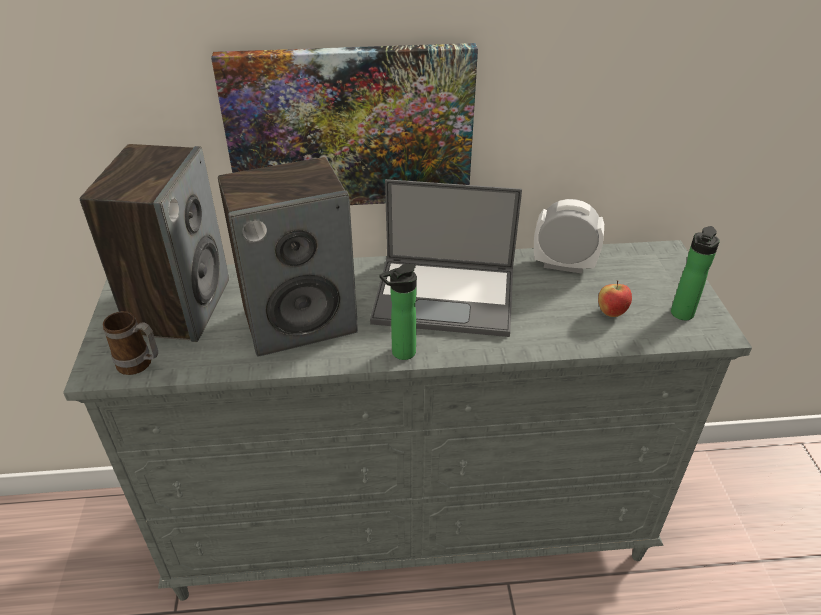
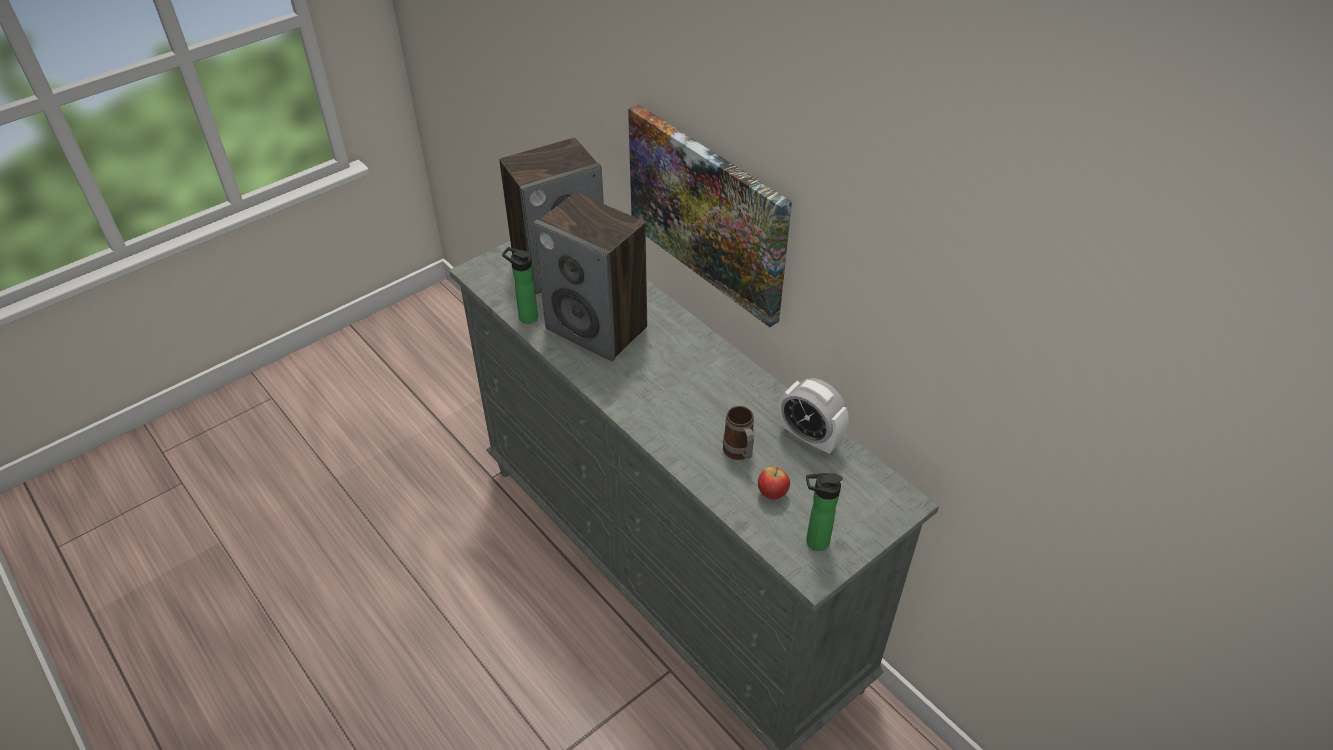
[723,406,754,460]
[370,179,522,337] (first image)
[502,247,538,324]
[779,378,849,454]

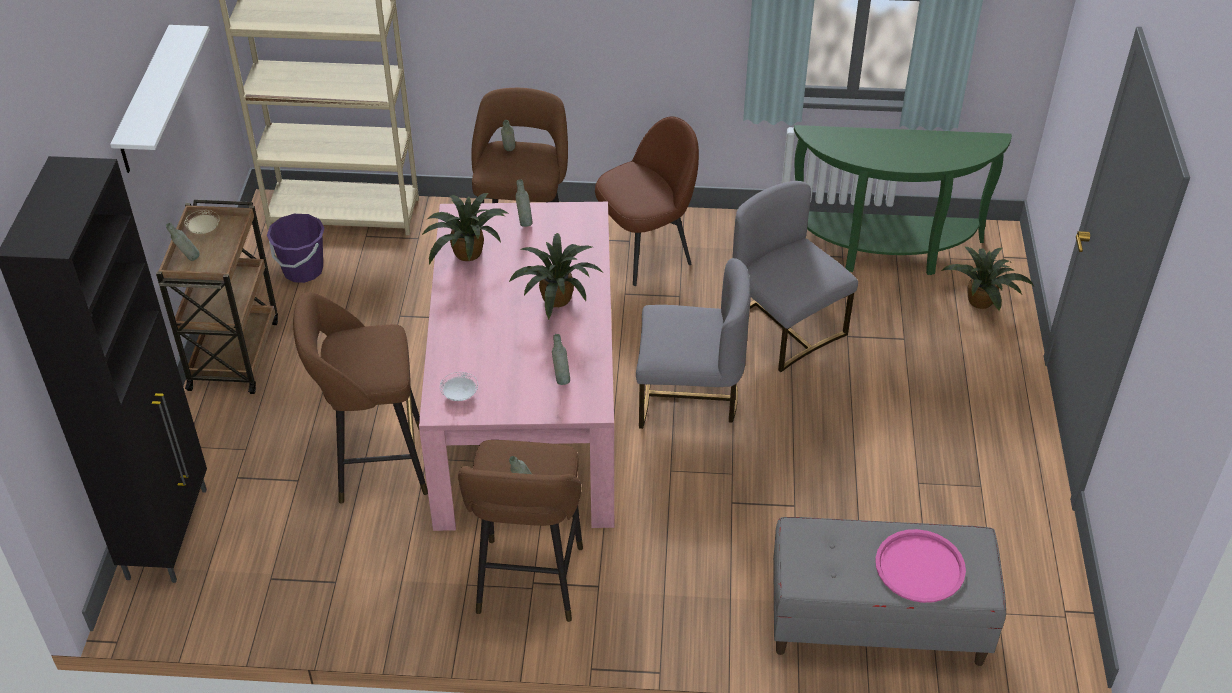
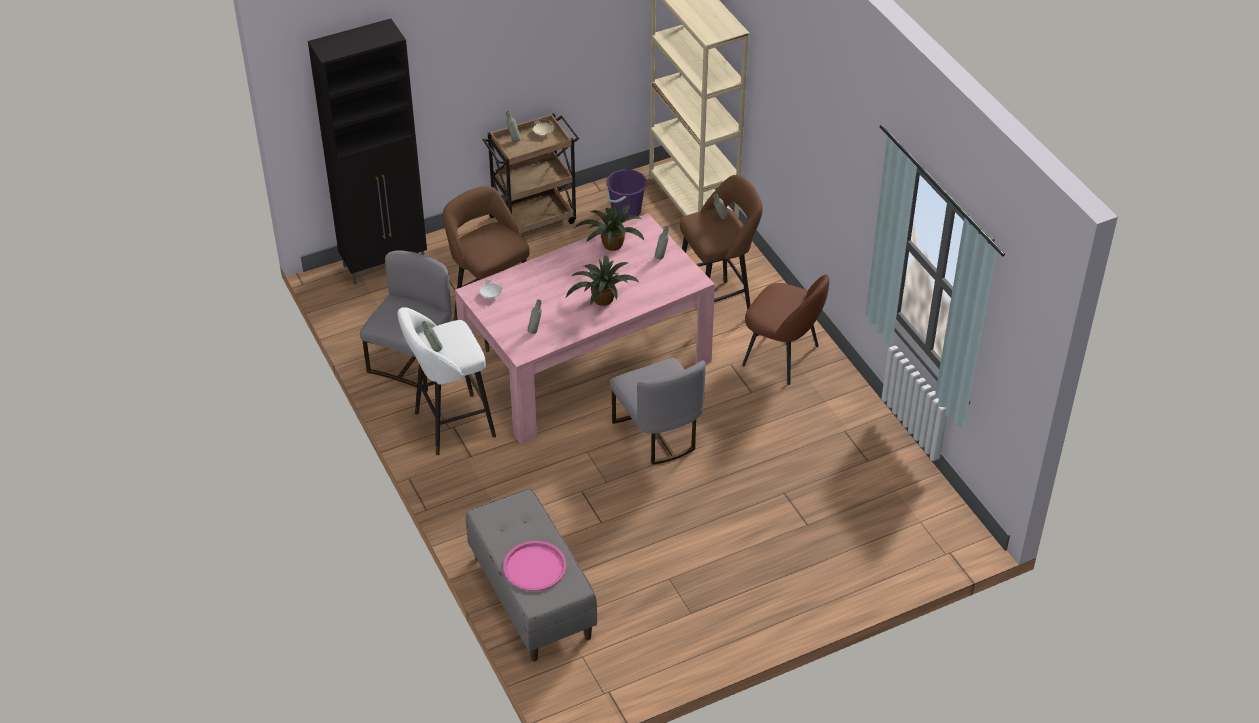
[110,25,210,173] (first image)
[397,307,496,455]
[360,250,452,392]
[794,125,1012,275] (first image)
[941,246,1034,311] (first image)

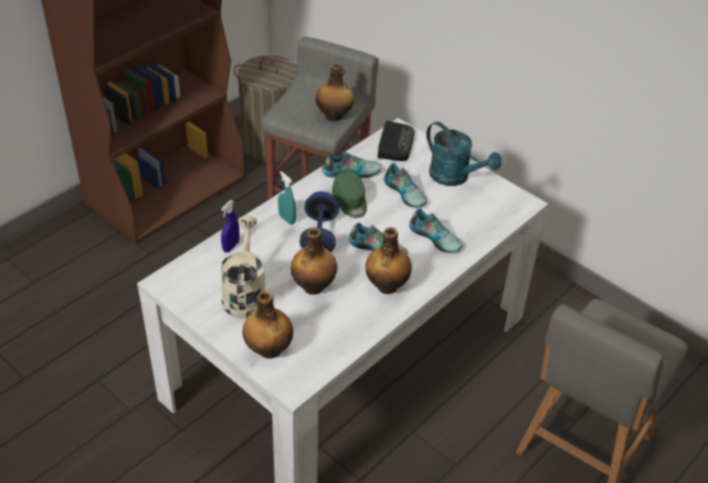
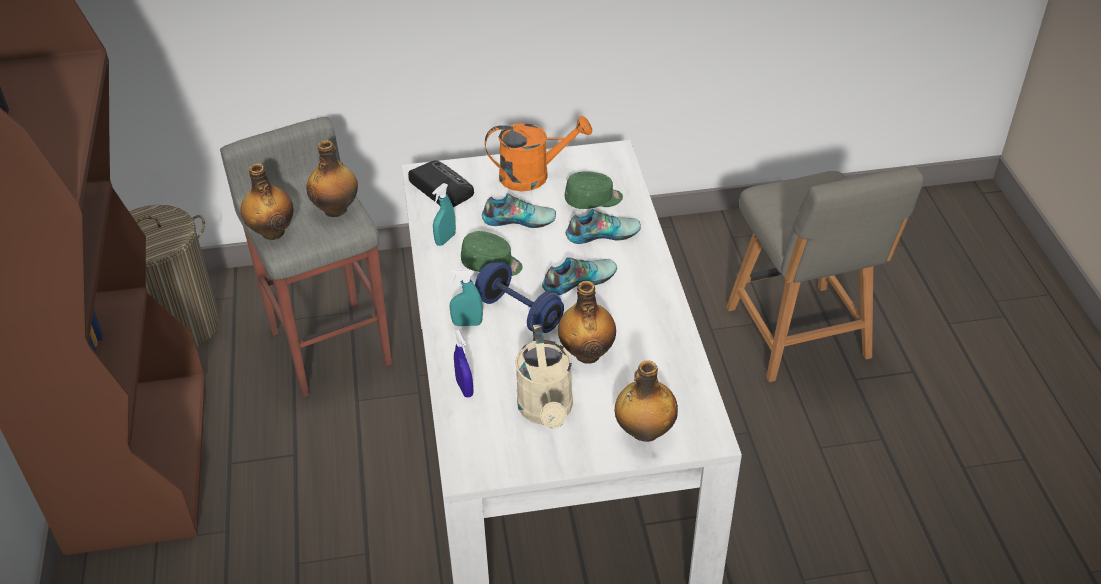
[515,324,573,429]
[432,183,456,246]
[240,163,293,240]
[485,116,592,192]
[565,171,623,209]

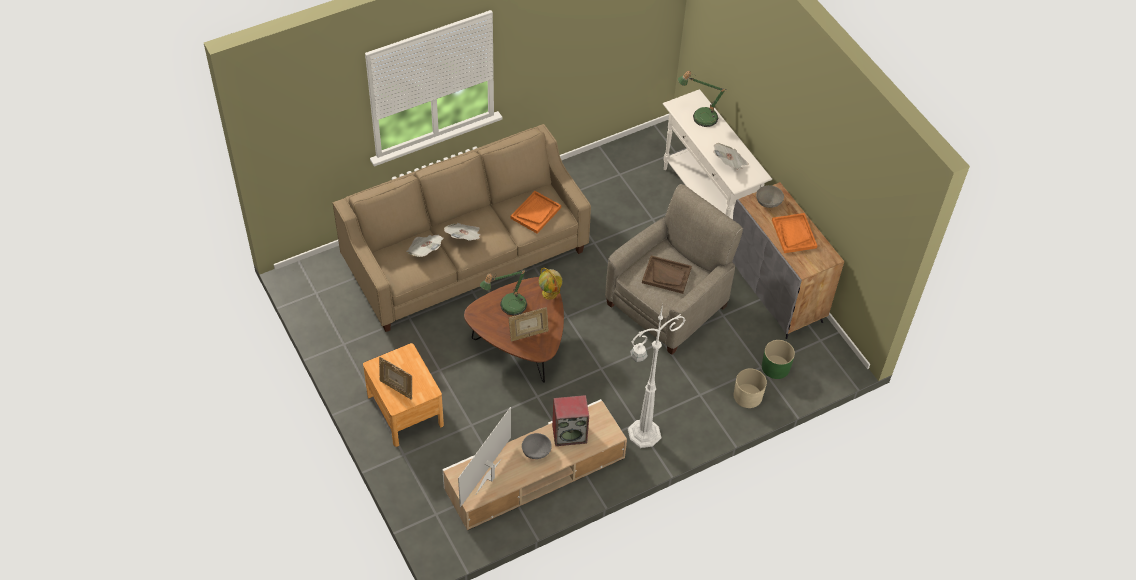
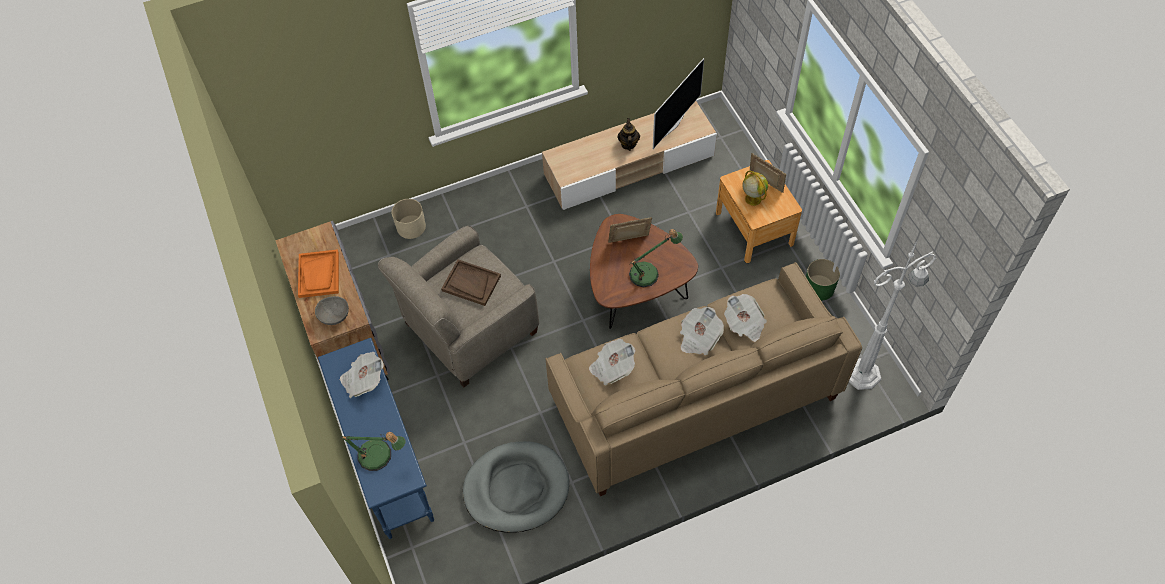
[589,339,636,386]
[617,118,640,151]
[742,171,768,206]
[552,395,589,446] (first image)
[849,239,936,390]
[318,338,434,539]
[806,259,840,301]
[463,441,569,533]

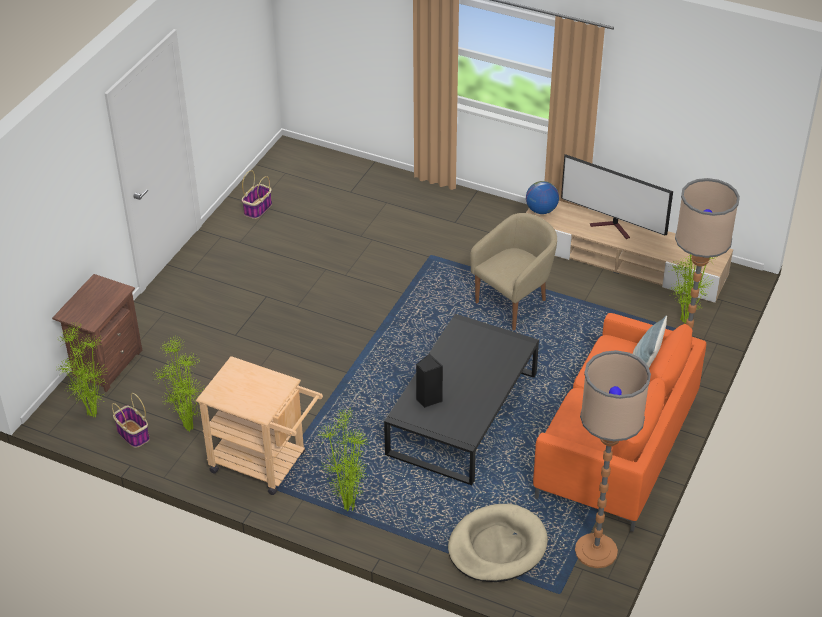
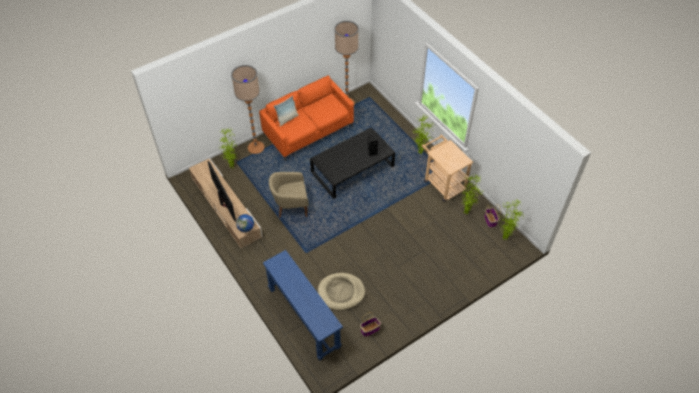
[52,274,142,392] (first image)
[318,273,365,310]
[263,250,343,361]

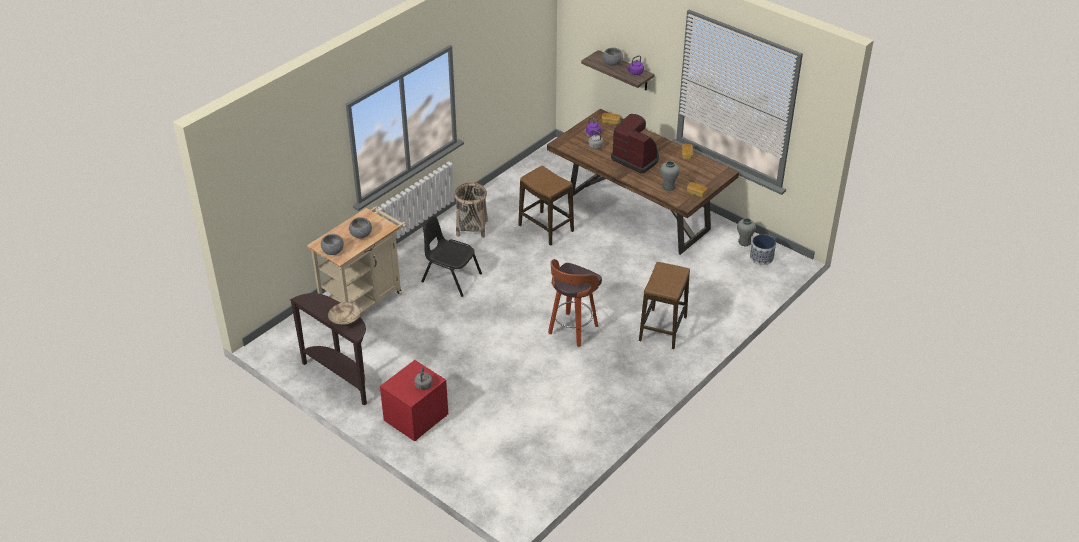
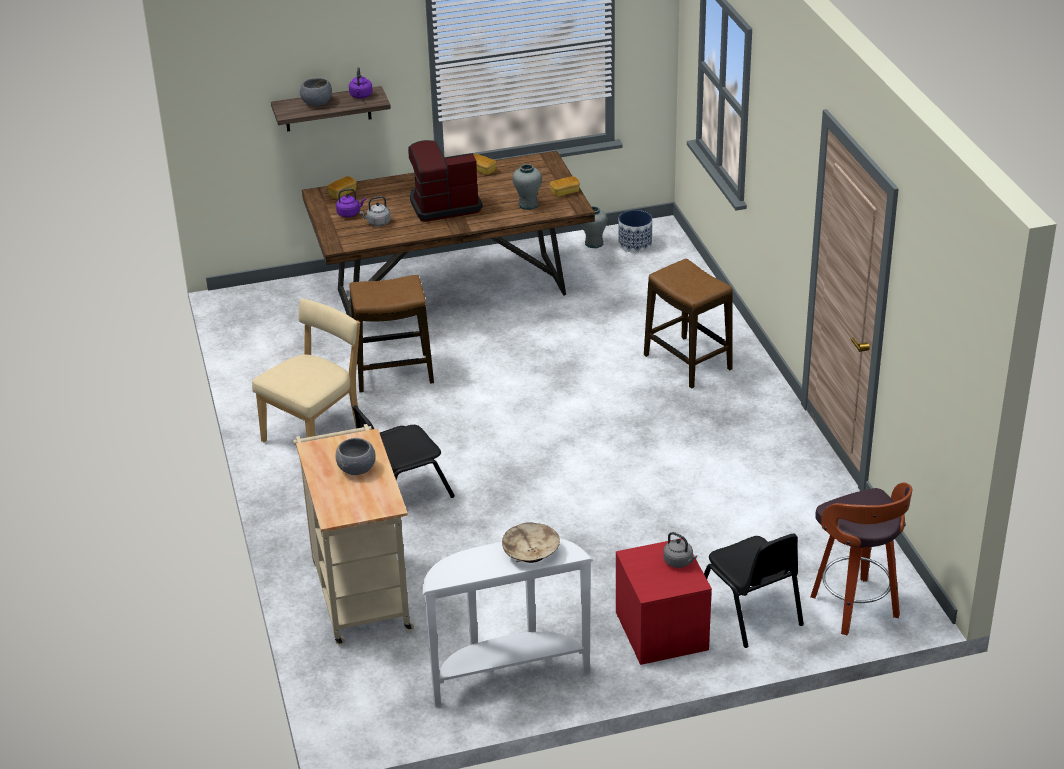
[423,539,594,707]
[321,234,344,255] (first image)
[252,298,360,442]
[810,483,912,635]
[704,534,804,648]

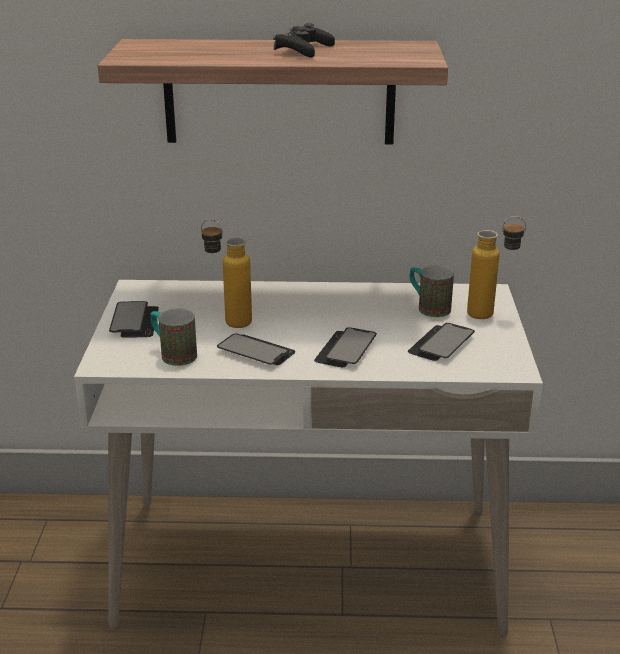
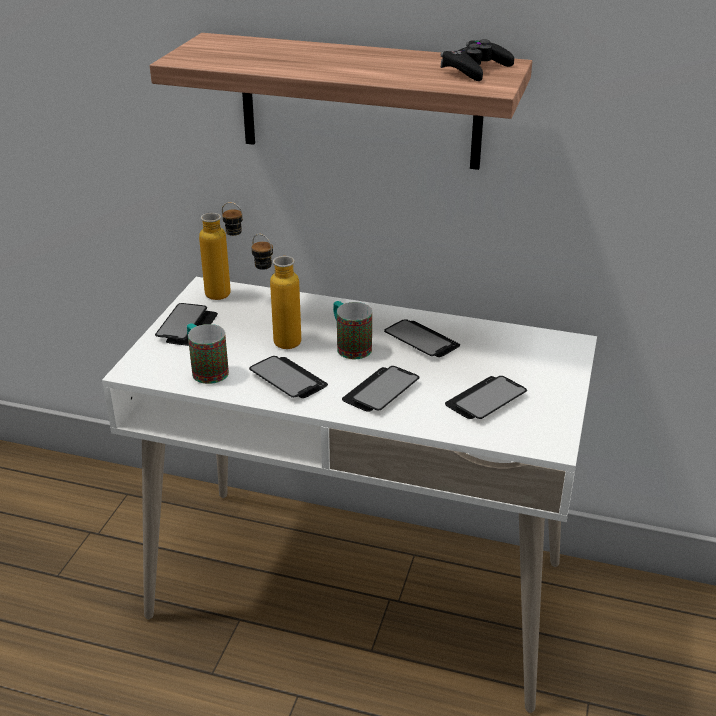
[441,39,514,81]
[333,301,372,359]
[199,202,243,300]
[384,319,460,357]

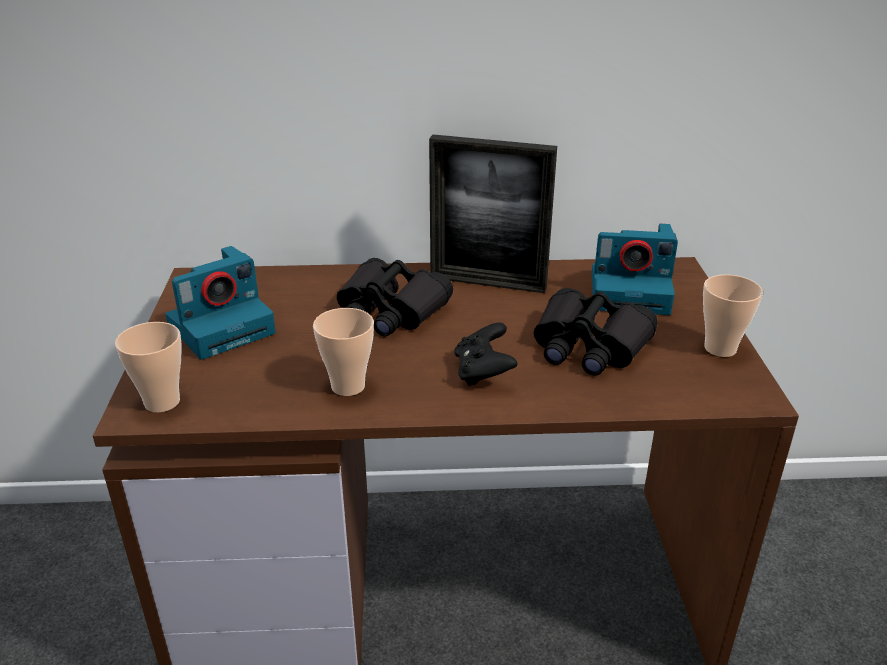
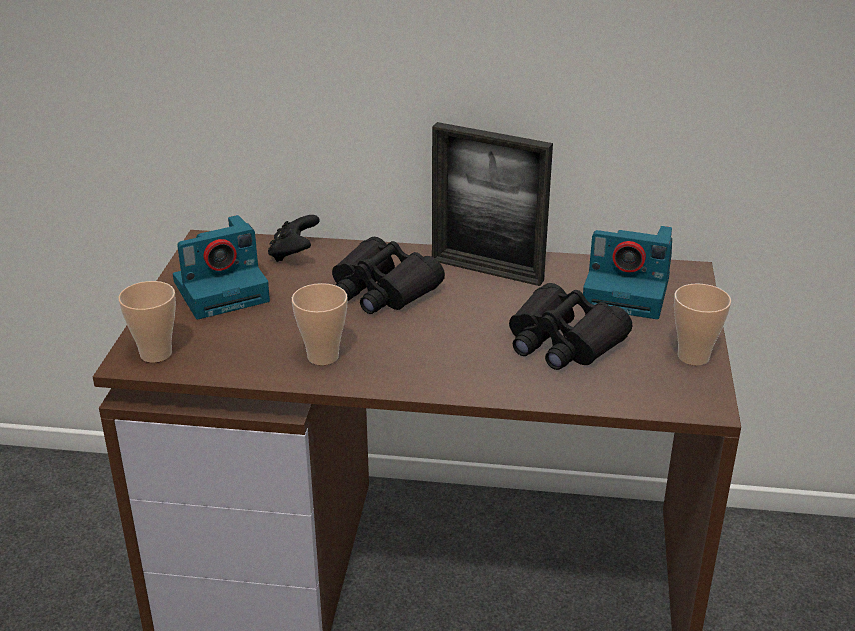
[268,215,320,262]

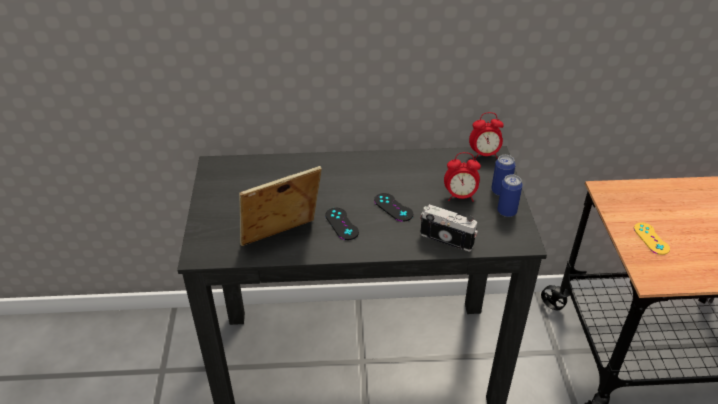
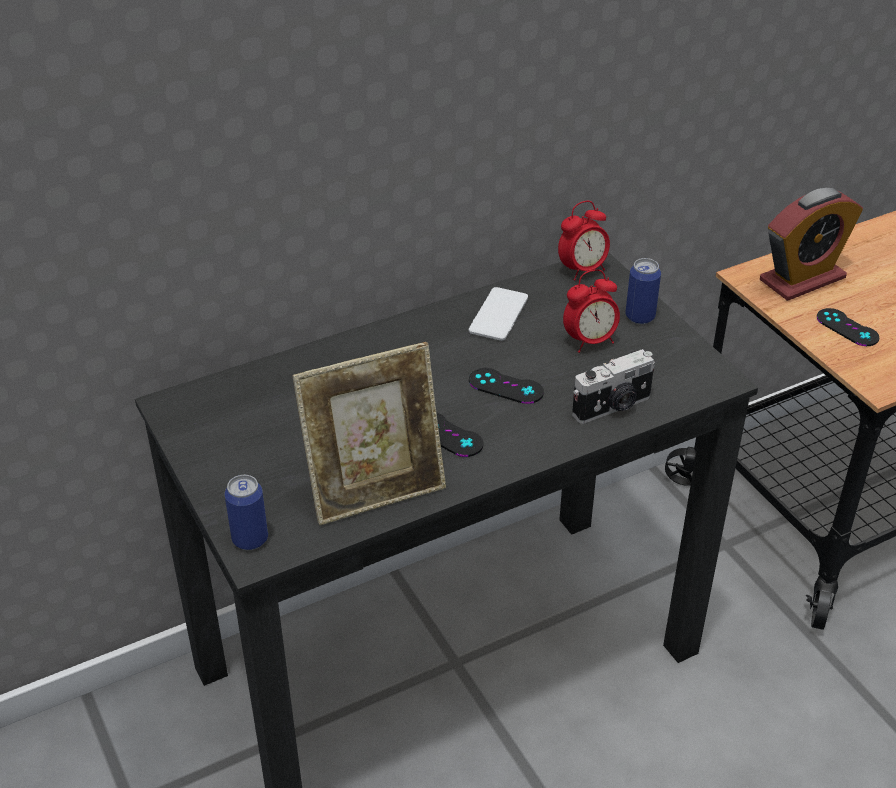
[292,342,446,525]
[572,349,655,424]
[225,475,268,550]
[817,308,879,346]
[468,287,528,341]
[760,188,863,301]

